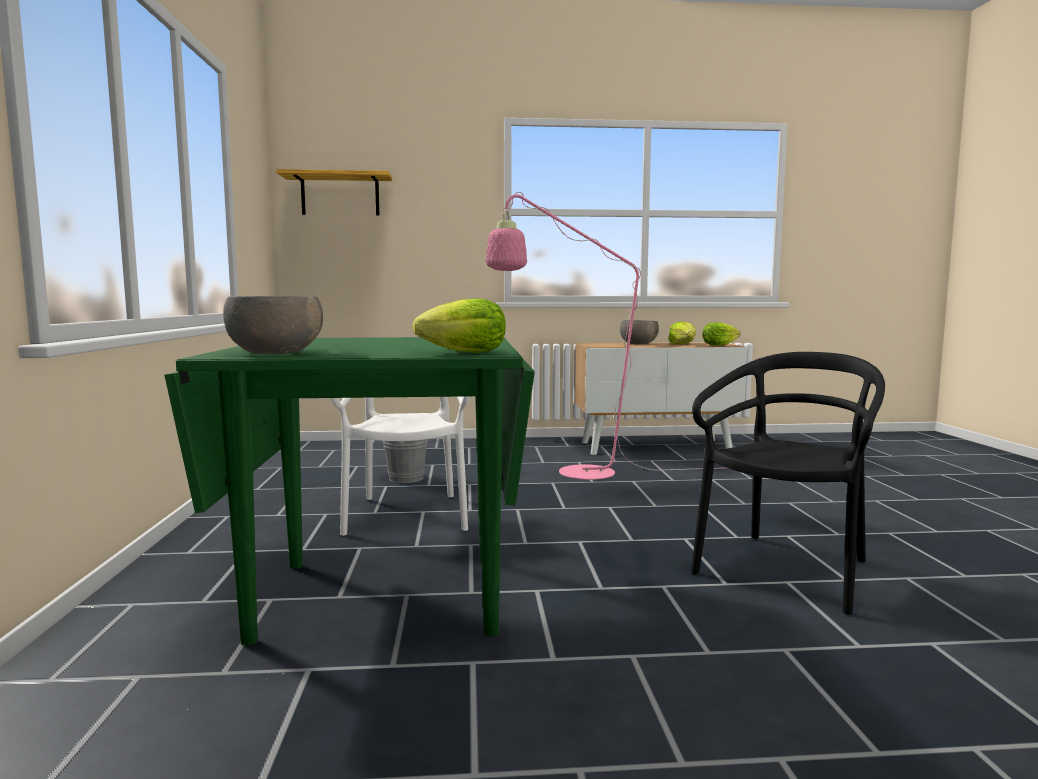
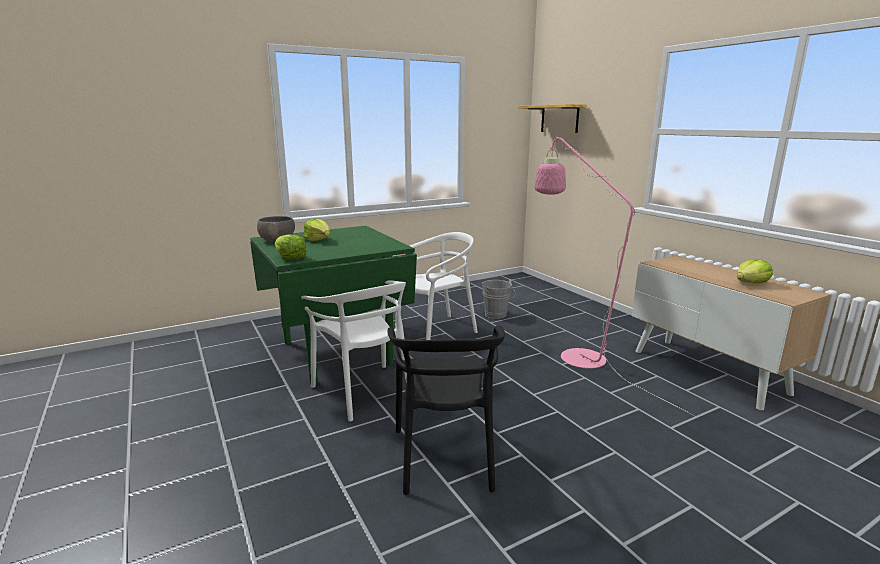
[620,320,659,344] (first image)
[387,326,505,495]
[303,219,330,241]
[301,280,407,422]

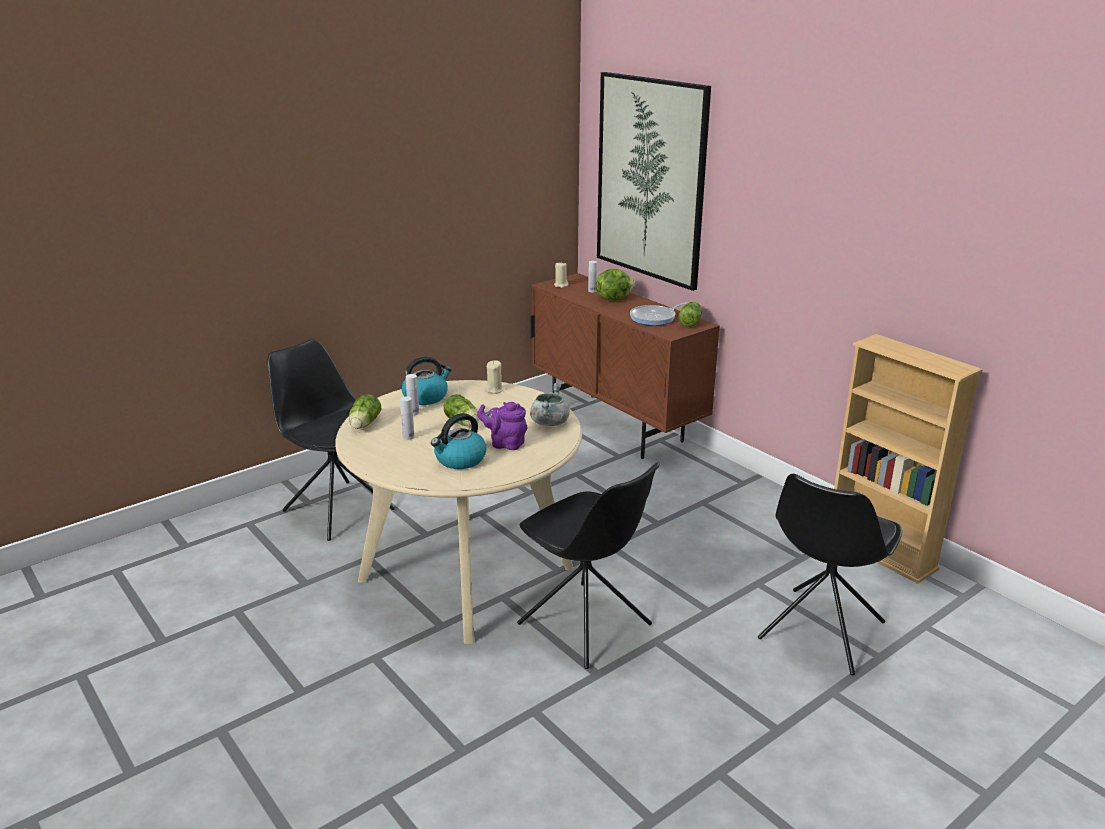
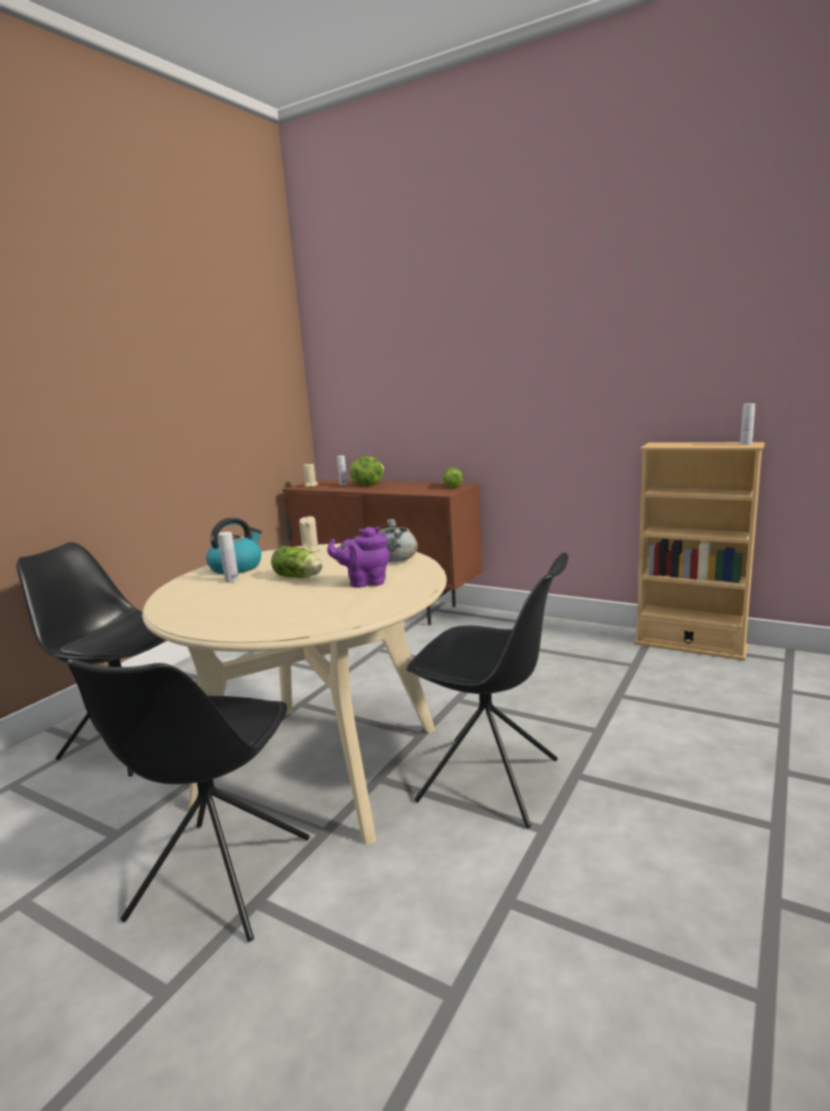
[349,394,381,429] (first image)
[740,403,755,445]
[431,413,486,469] (first image)
[597,72,711,291] (first image)
[630,302,688,326] (first image)
[67,659,310,942]

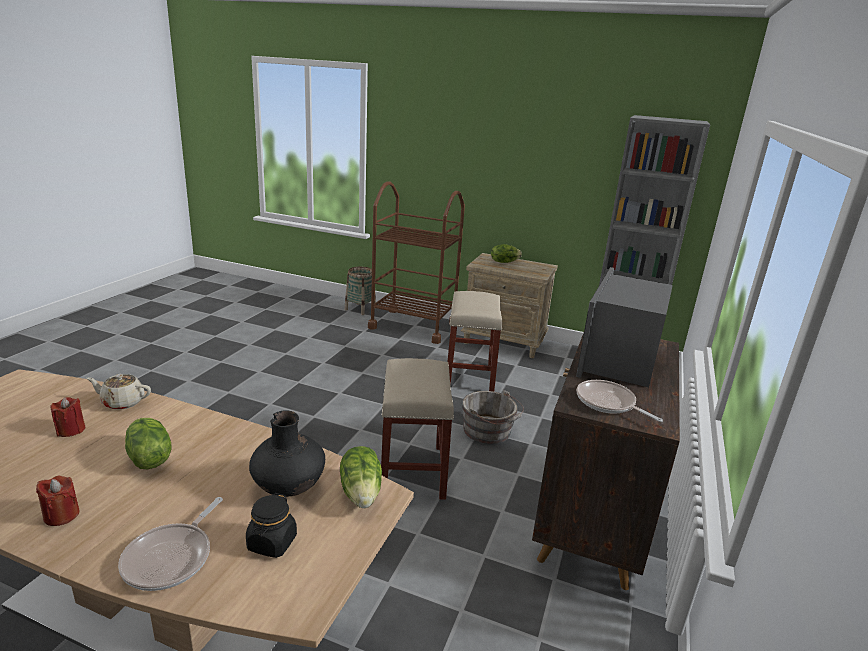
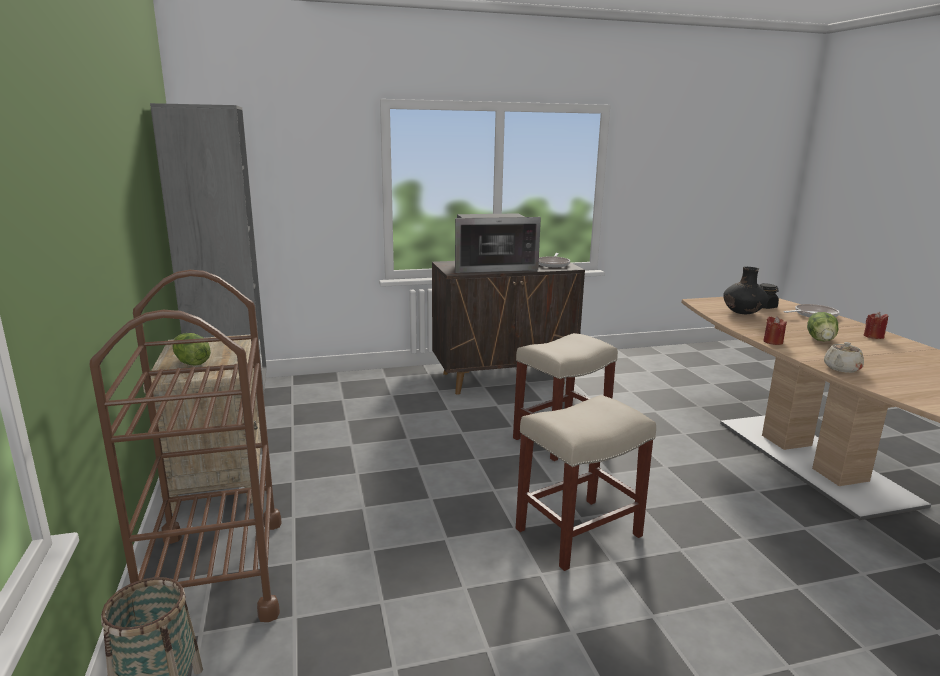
[763,316,787,345]
[824,342,864,373]
[340,446,382,508] (first image)
[516,395,656,571]
[462,390,524,444] (first image)

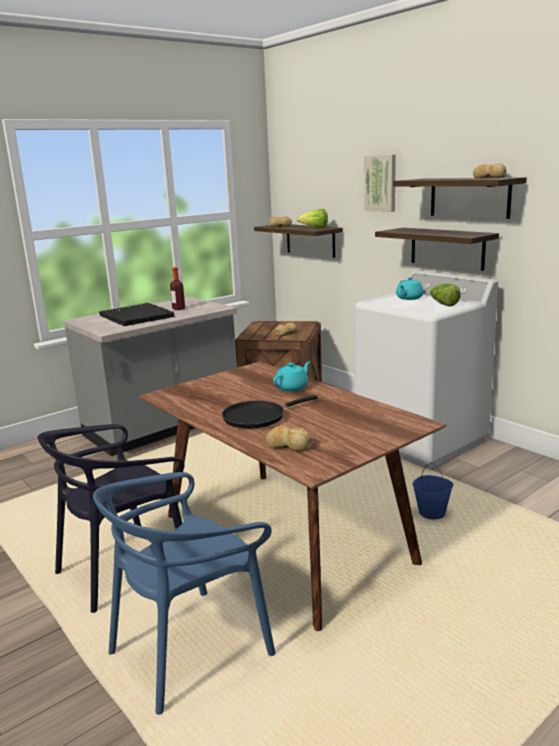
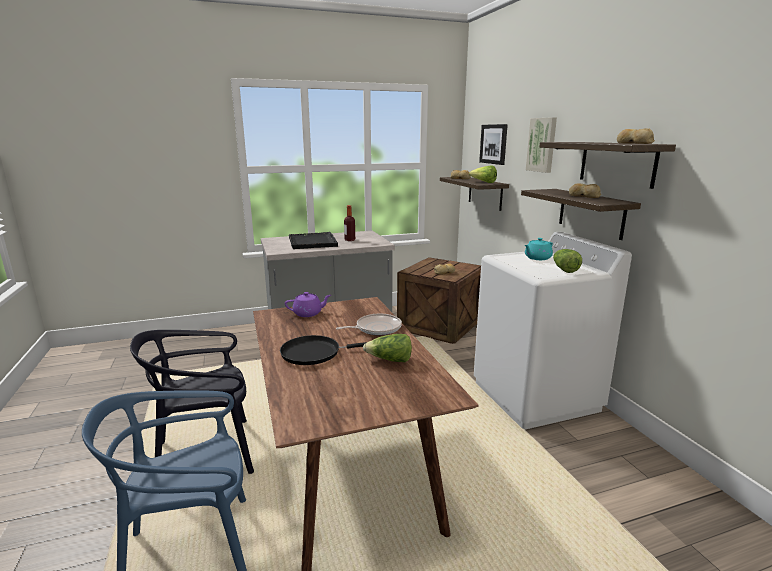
[569,184,601,198]
[336,314,402,335]
[413,463,453,519] (first image)
[285,292,331,317]
[363,334,412,362]
[479,124,508,165]

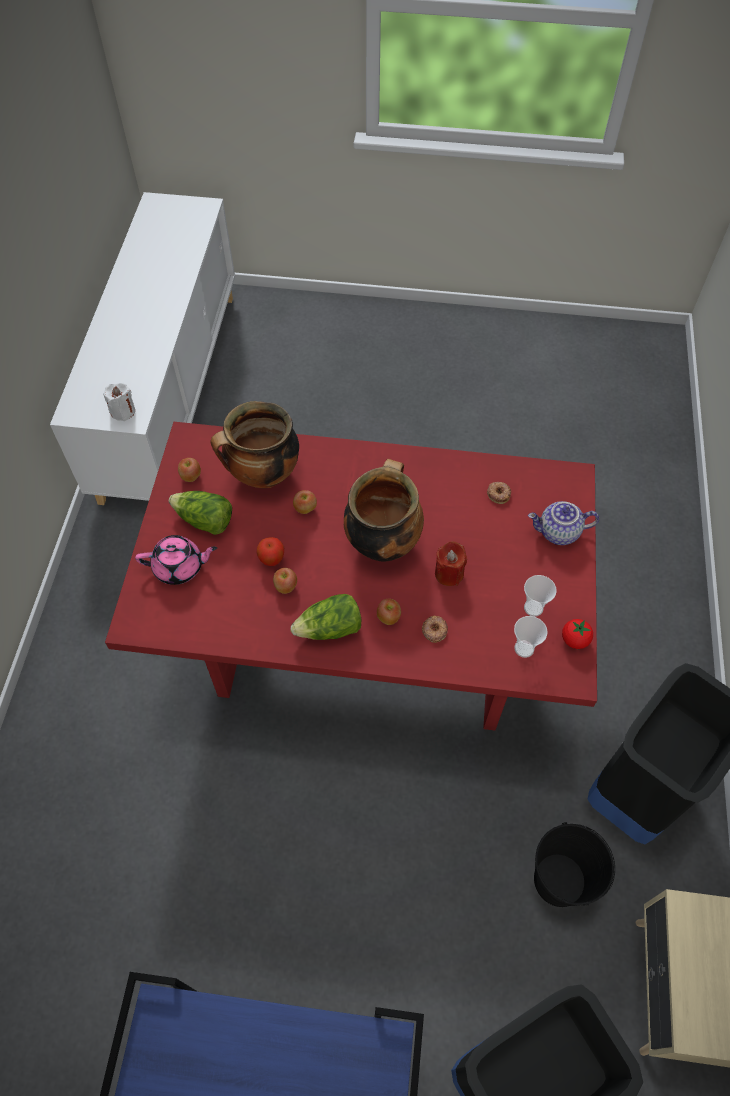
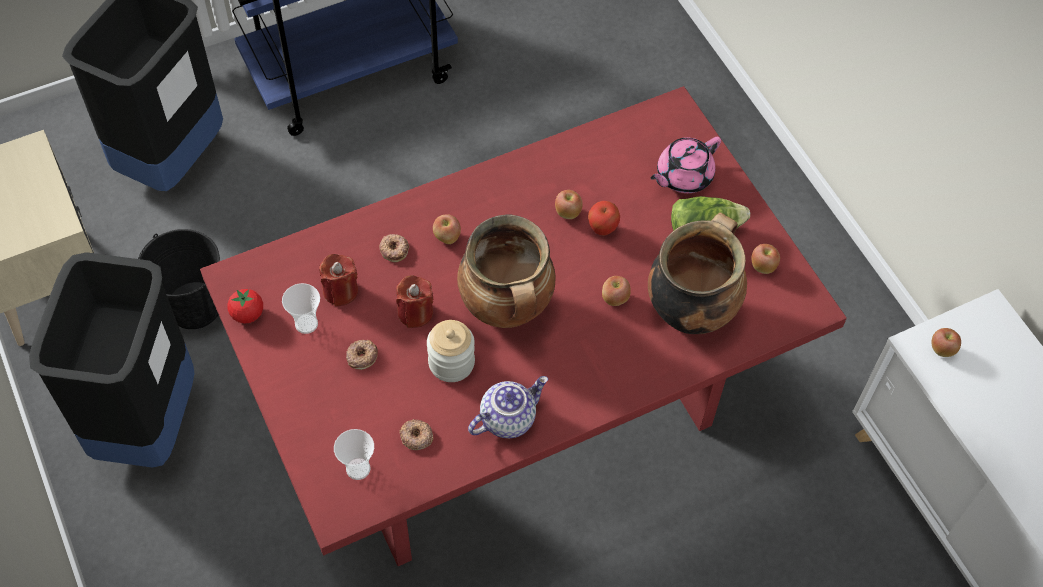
[932,328,961,357]
[291,594,361,640] (first image)
[334,429,374,480]
[468,376,548,438]
[319,254,358,307]
[346,340,378,370]
[427,320,475,382]

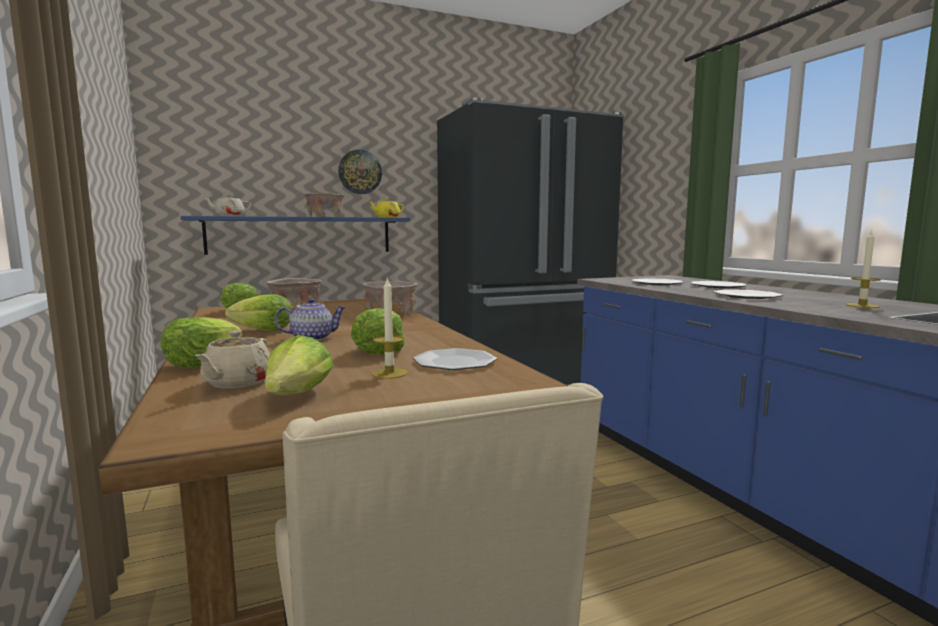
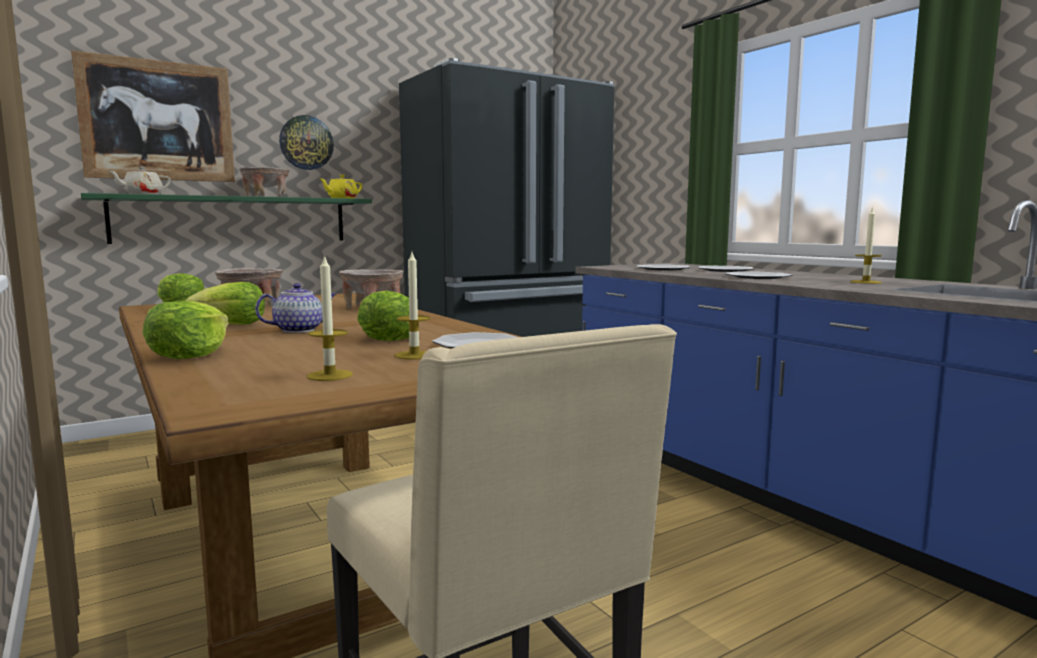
[81,193,372,244]
[194,331,270,388] (first image)
[307,254,353,381]
[71,50,235,182]

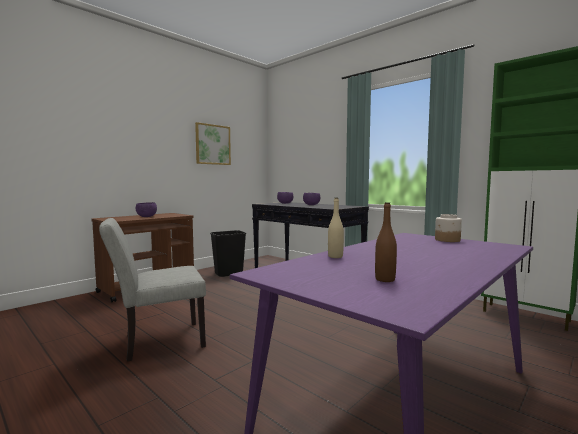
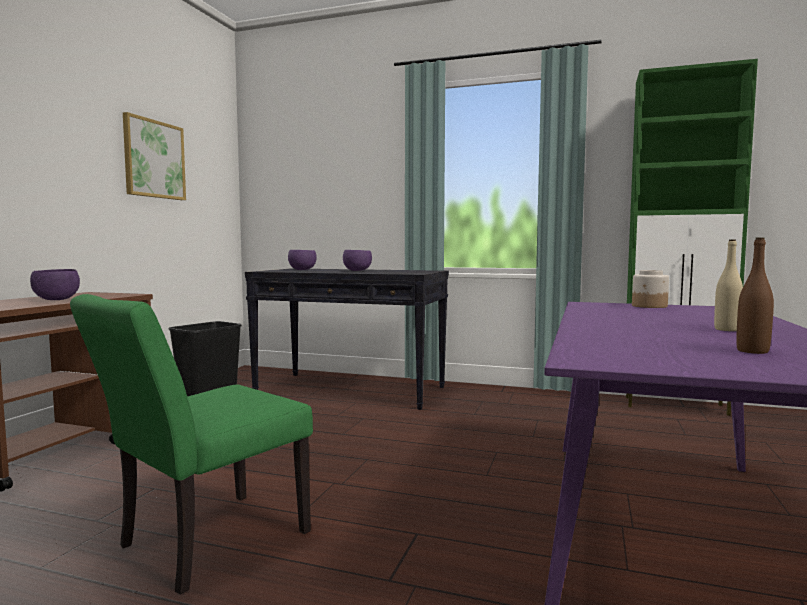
[70,294,313,595]
[714,239,743,331]

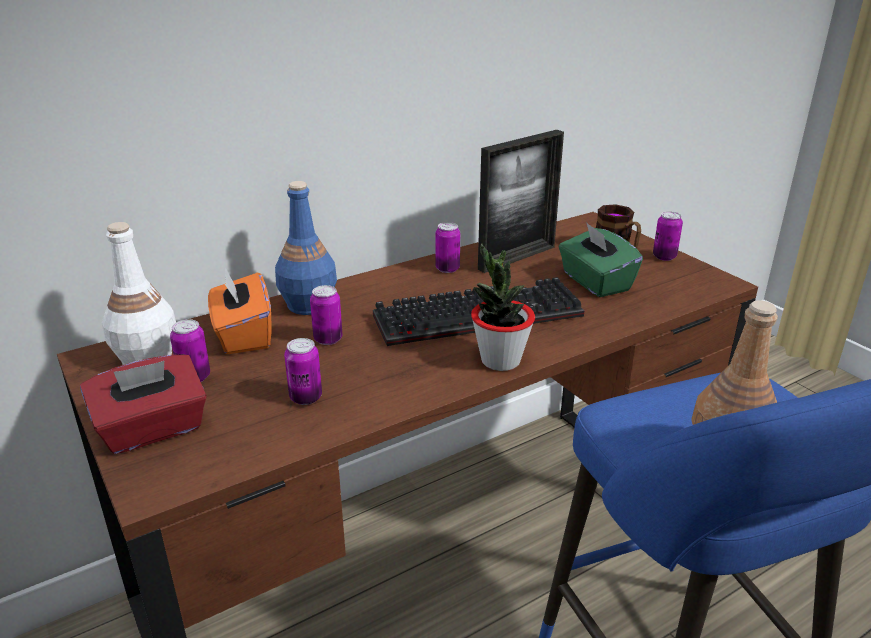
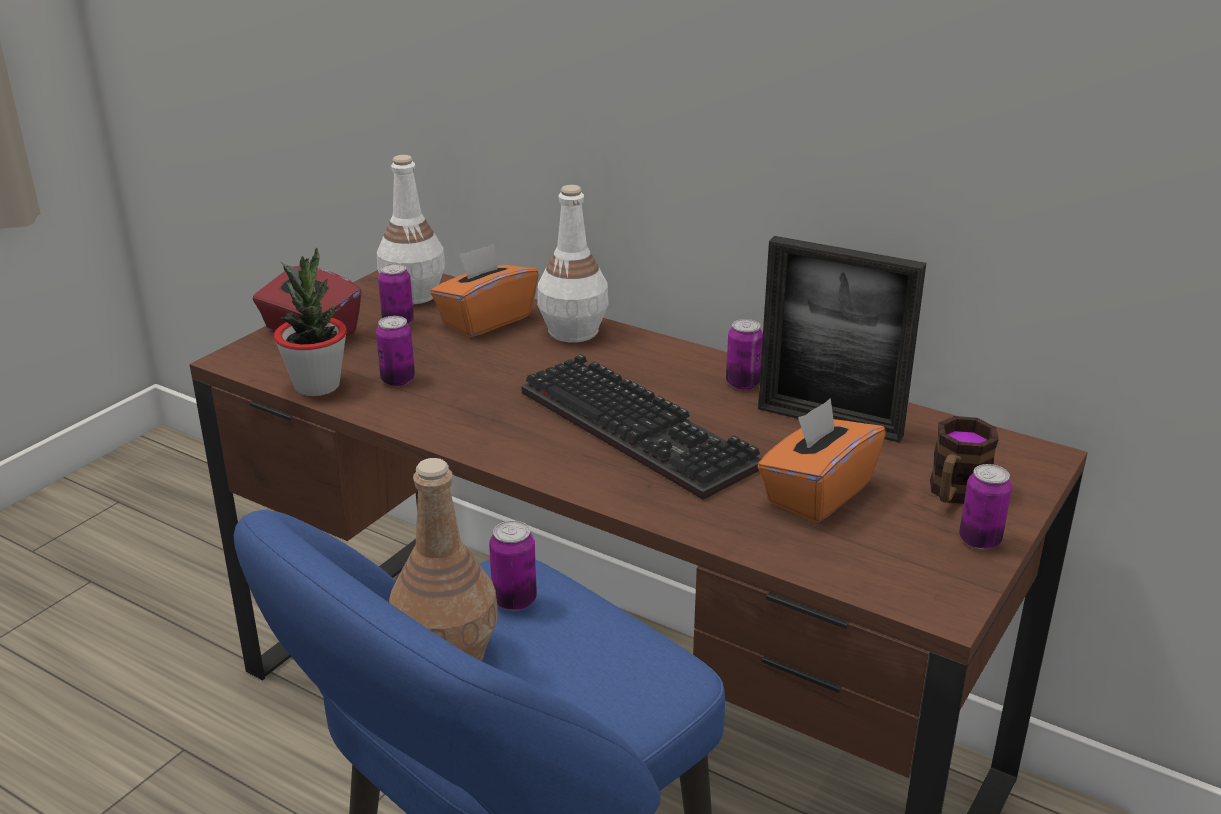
[537,185,608,342]
[489,521,537,611]
[274,248,347,396]
[758,398,886,523]

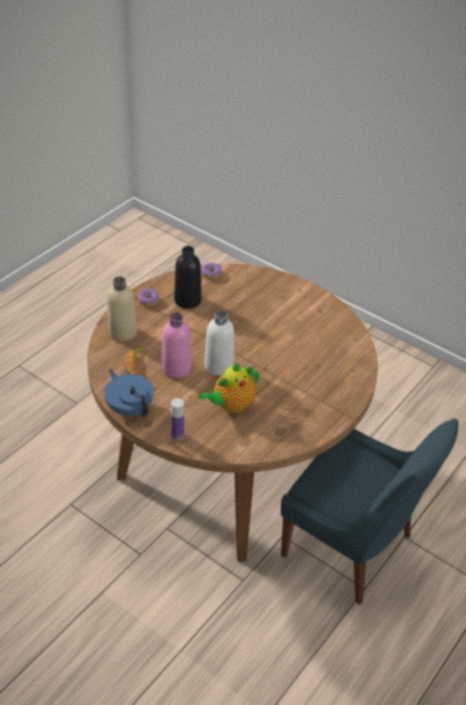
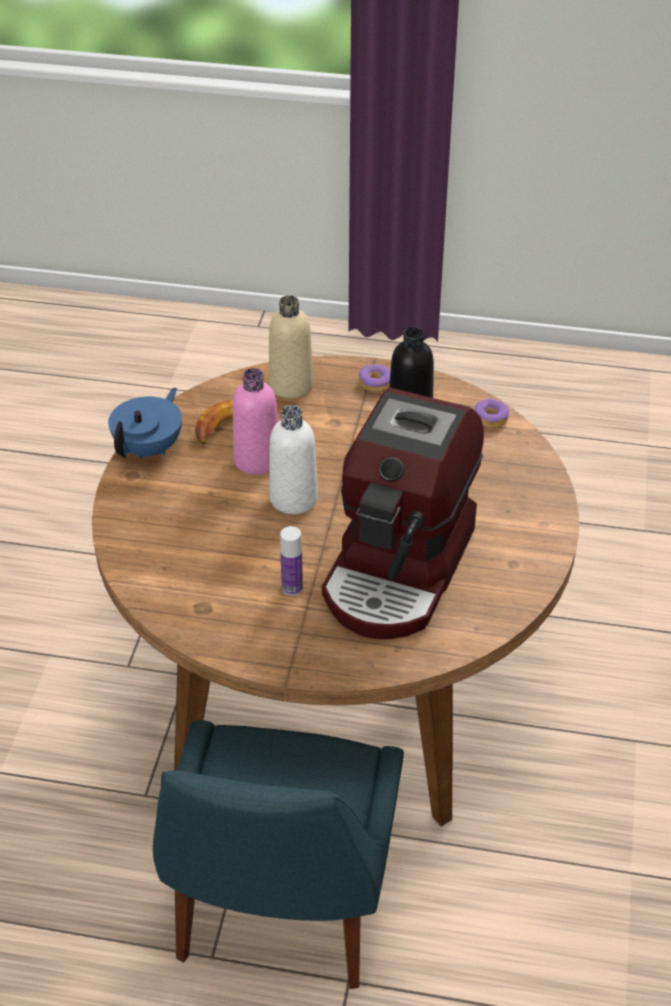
[280,526,303,596]
[198,363,259,413] (first image)
[322,388,484,639]

